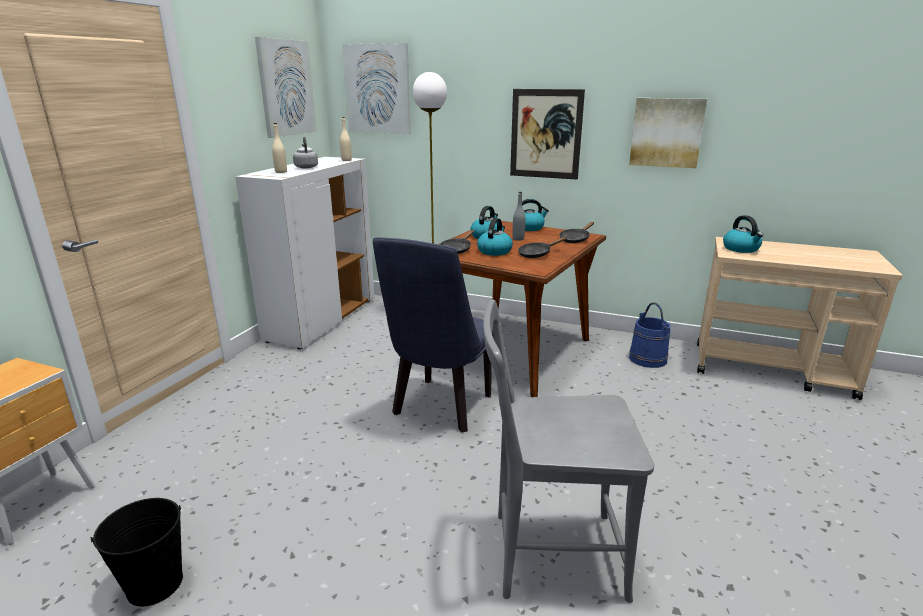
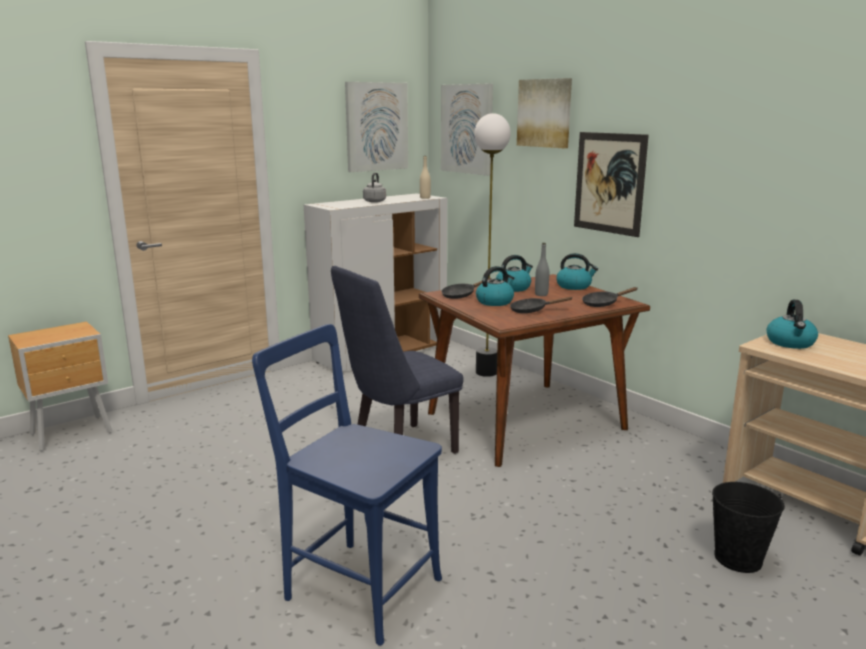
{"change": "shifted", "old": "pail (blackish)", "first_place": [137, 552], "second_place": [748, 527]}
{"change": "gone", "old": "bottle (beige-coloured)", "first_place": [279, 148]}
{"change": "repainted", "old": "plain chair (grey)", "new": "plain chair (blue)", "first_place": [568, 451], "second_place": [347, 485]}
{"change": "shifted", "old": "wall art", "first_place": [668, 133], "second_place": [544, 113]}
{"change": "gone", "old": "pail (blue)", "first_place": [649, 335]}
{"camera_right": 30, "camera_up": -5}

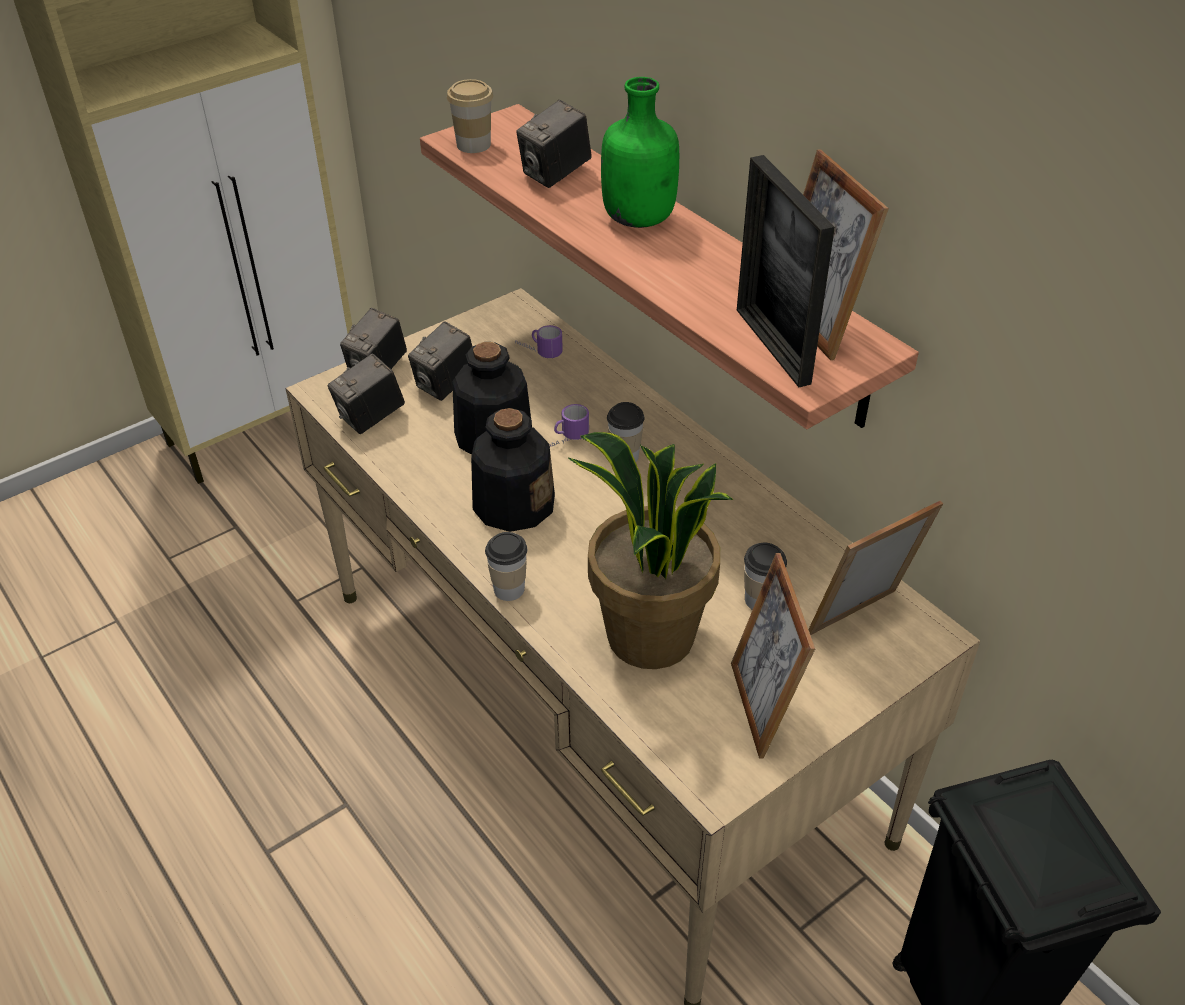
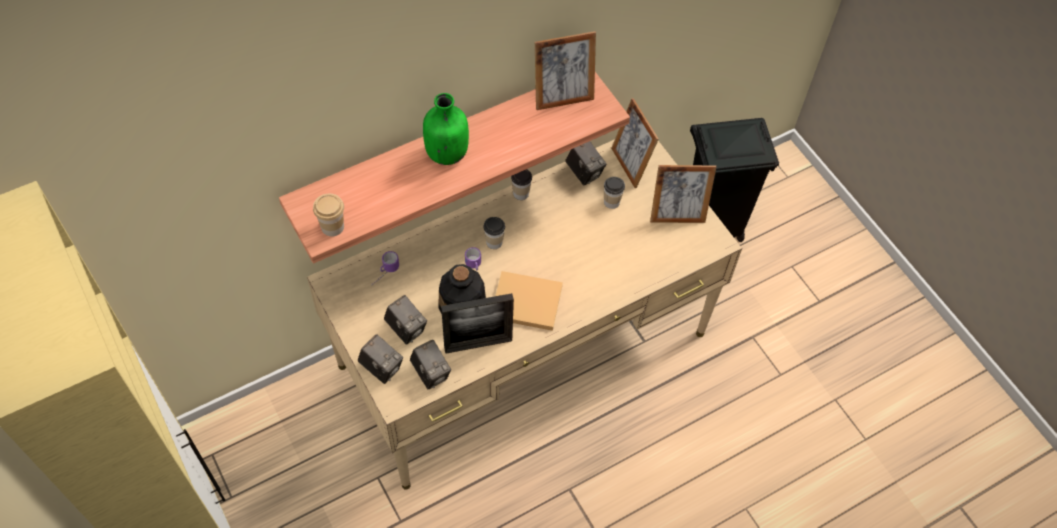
{"change": "swapped", "old": "bottle", "new": "book (beige-coloured)", "first_place": [513, 470], "second_place": [529, 301]}
{"change": "shifted", "old": "drinking cup", "first_place": [506, 566], "second_place": [521, 184]}
{"change": "shifted", "old": "photo camera", "first_place": [554, 144], "second_place": [586, 163]}
{"change": "gone", "old": "houseplant", "first_place": [650, 550]}
{"change": "shifted", "old": "standing frame", "first_place": [786, 271], "second_place": [477, 323]}
{"camera_right": -85, "camera_up": 15}

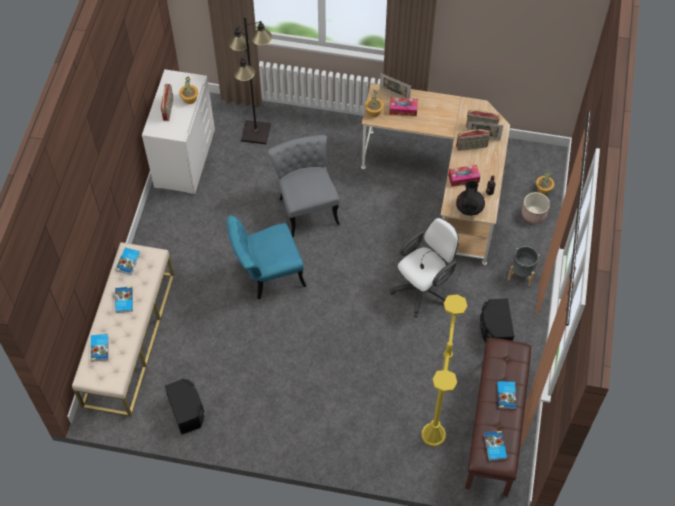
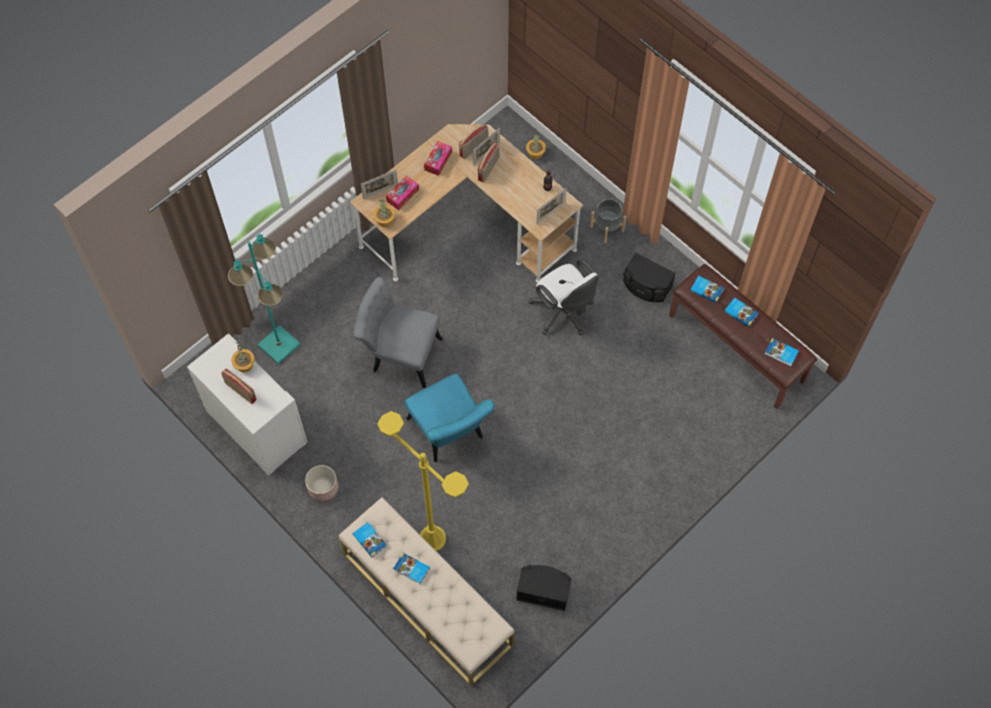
{"change": "shifted", "old": "book", "first_place": [100, 348], "second_place": [707, 289]}
{"change": "rotated", "old": "plain chair (turquoise)", "first_place": [266, 257], "second_place": [449, 417], "degrees": -45}
{"change": "repainted", "old": "standard lamp (blackish)", "new": "standard lamp (turquoise)", "first_place": [250, 80], "second_place": [264, 299]}
{"change": "rotated", "old": "computer chair (white-coloured)", "first_place": [424, 268], "second_place": [563, 297], "degrees": 150}
{"change": "shifted", "old": "standard lamp (yellow)", "first_place": [444, 371], "second_place": [423, 481]}
{"change": "shifted", "old": "tissue holder", "first_place": [464, 176], "second_place": [438, 158]}
{"change": "swapped", "old": "teapot (blackish)", "new": "standing frame", "first_place": [470, 198], "second_place": [551, 206]}
{"change": "shifted", "old": "plant pot", "first_place": [535, 208], "second_place": [321, 483]}
{"camera_right": -55, "camera_up": 5}

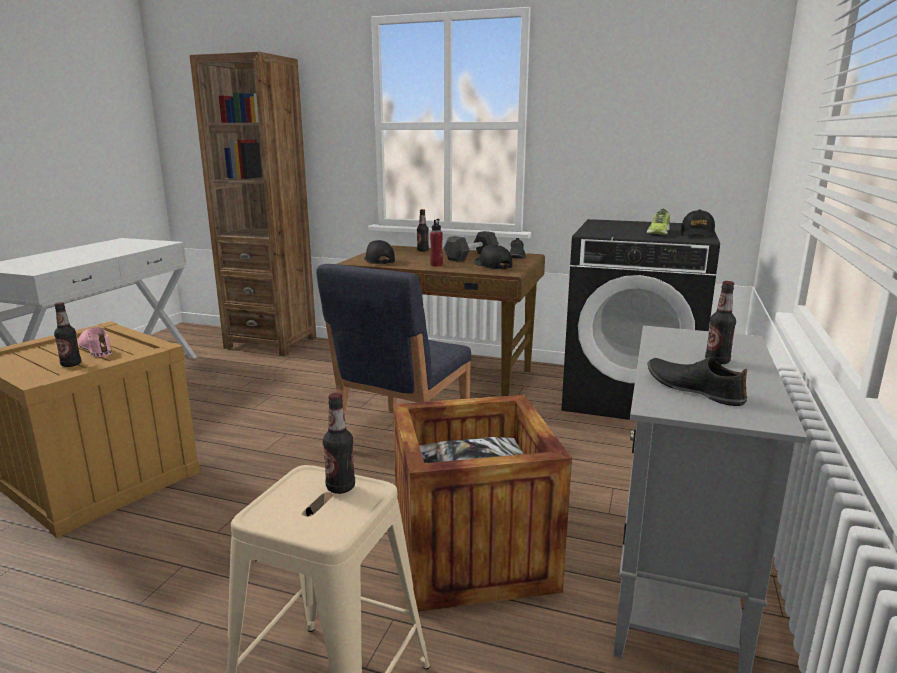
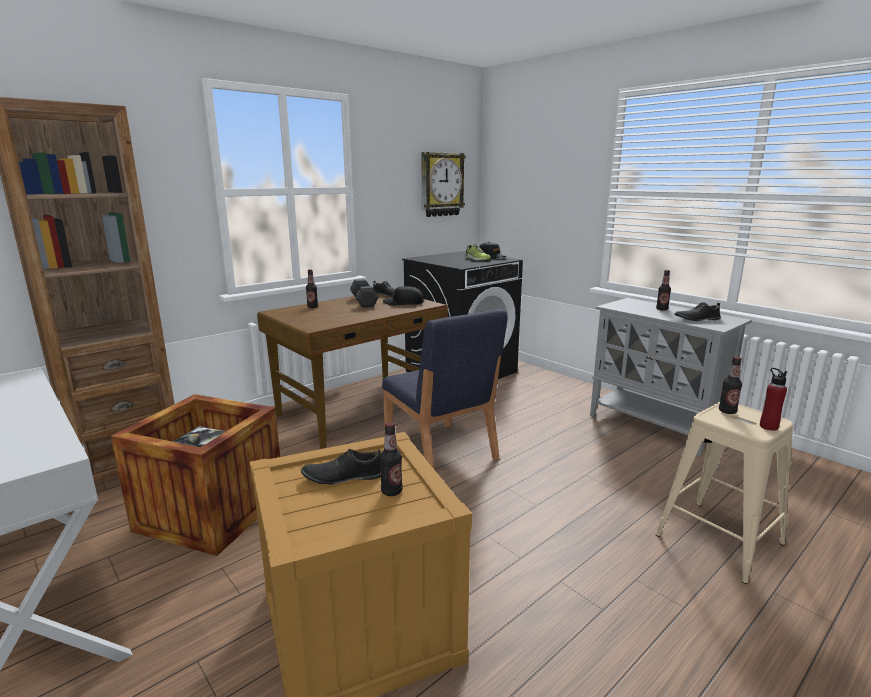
{"change": "repainted", "old": "item of footwear (pink-coloured)", "new": "item of footwear (blackish)", "first_place": [95, 342], "second_place": [341, 466]}
{"change": "gone", "old": "peaked cap (blackish)", "first_place": [379, 252]}
{"change": "shifted", "old": "shipping crate", "first_place": [482, 503], "second_place": [195, 475]}
{"change": "shifted", "old": "bottle (red-coloured)", "first_place": [436, 242], "second_place": [773, 399]}
{"change": "new", "new": "wall clock", "second_place": [443, 184]}
{"camera_right": -60, "camera_up": 0}

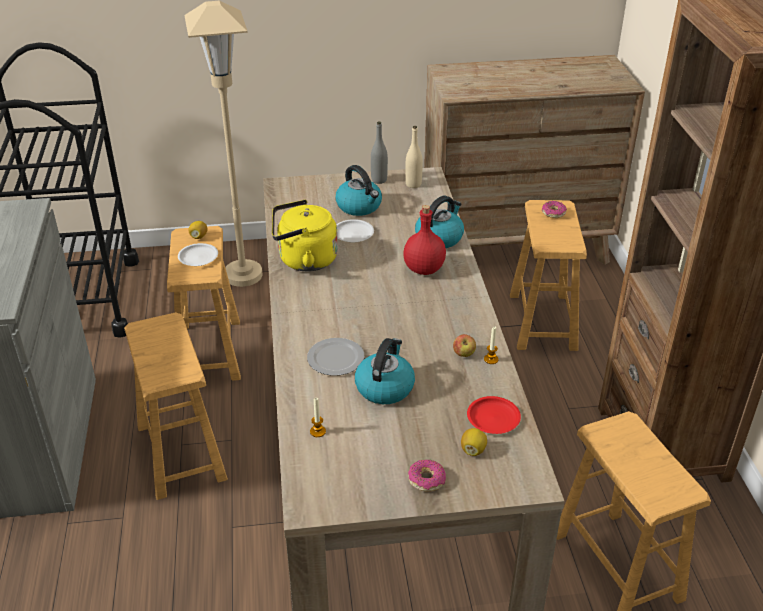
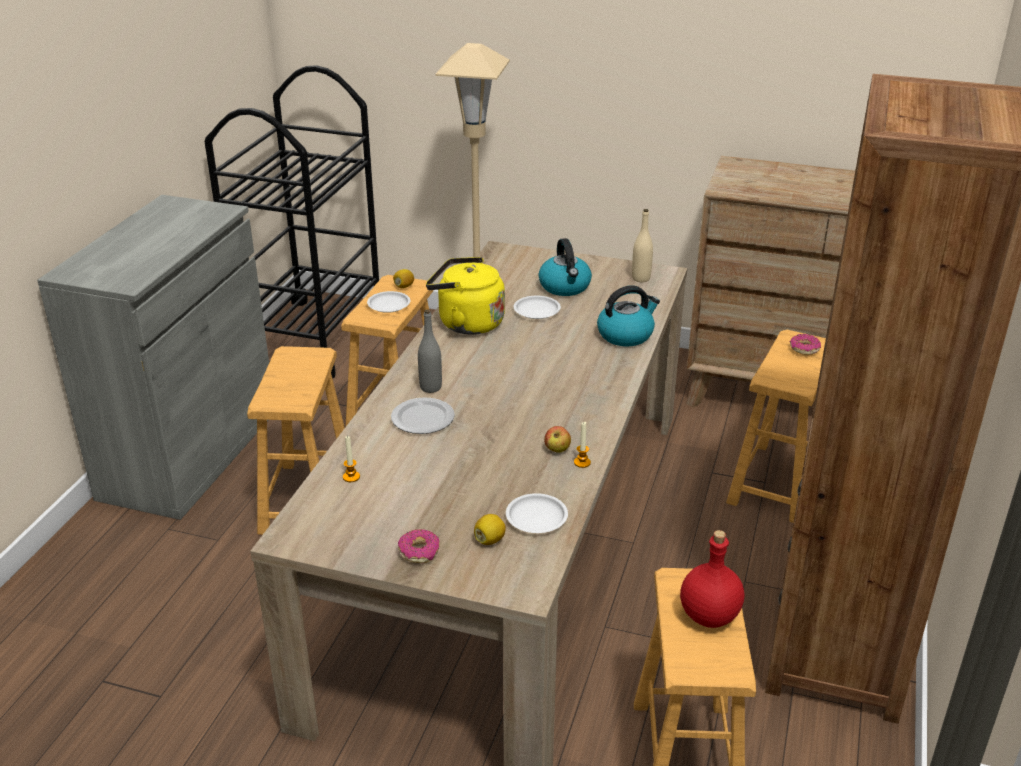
{"change": "gone", "old": "kettle", "first_place": [385, 371]}
{"change": "shifted", "old": "bottle (grey)", "first_place": [379, 153], "second_place": [430, 351]}
{"change": "shifted", "old": "bottle (red-coloured)", "first_place": [424, 240], "second_place": [712, 579]}
{"change": "repainted", "old": "flat dish (red-coloured)", "new": "flat dish (white-coloured)", "first_place": [494, 415], "second_place": [537, 513]}
{"camera_right": 25, "camera_up": -5}

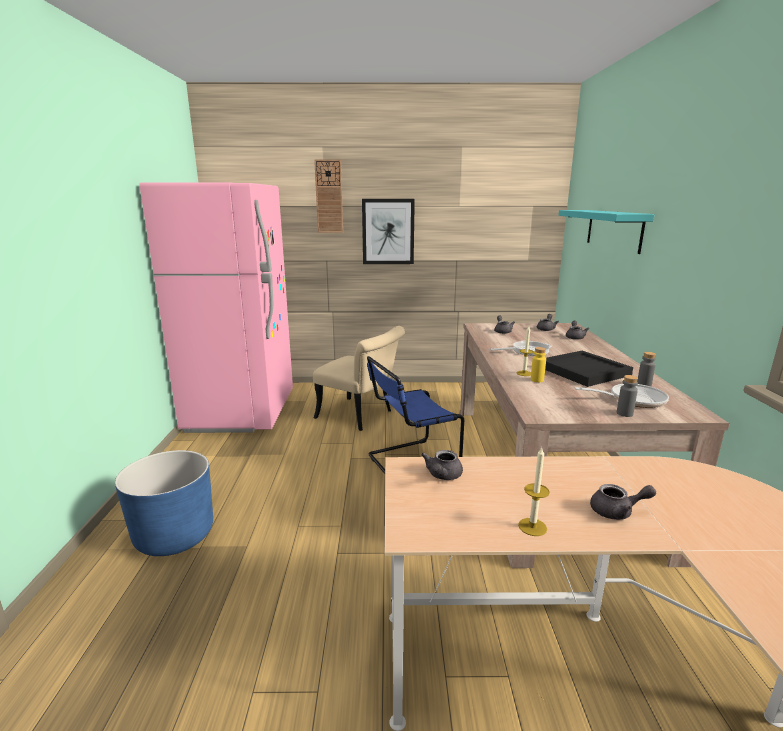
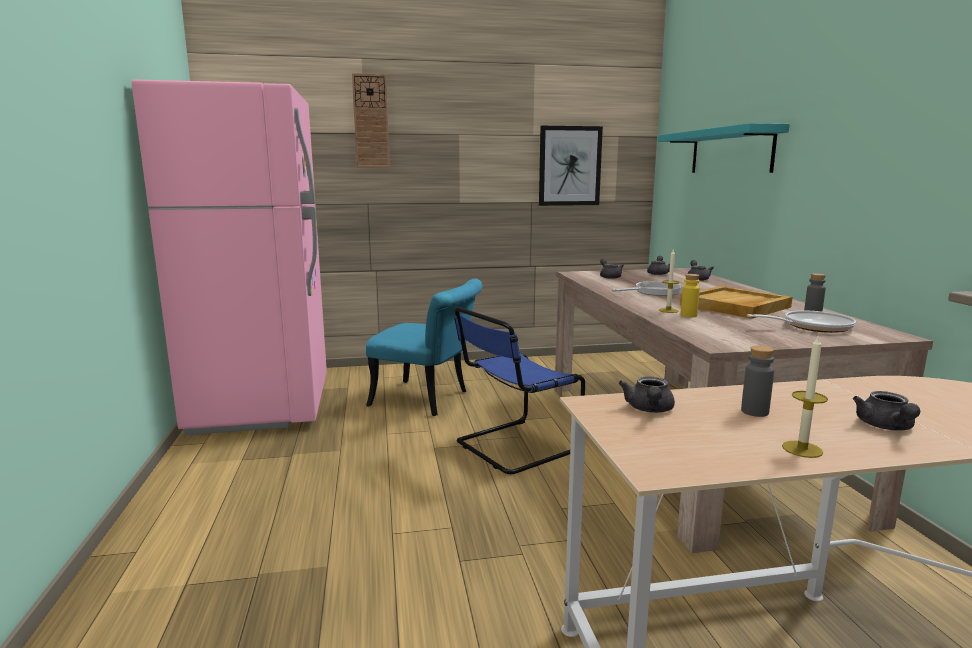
{"change": "gone", "old": "plant pot (blue)", "first_place": [164, 503]}
{"change": "repainted", "old": "plain chair (beige-coloured)", "new": "plain chair (turquoise)", "first_place": [358, 378], "second_place": [424, 347]}
{"change": "shifted", "old": "wall art", "first_place": [388, 231], "second_place": [571, 166]}
{"change": "repainted", "old": "carrying tray (blackish)", "new": "carrying tray (beige-coloured)", "first_place": [589, 369], "second_place": [736, 302]}
{"change": "rotated", "old": "teapot (grey)", "first_place": [623, 502], "second_place": [886, 411], "degrees": 105}
{"change": "shifted", "old": "bottle (grey)", "first_place": [627, 396], "second_place": [757, 381]}
{"camera_right": -10, "camera_up": -5}

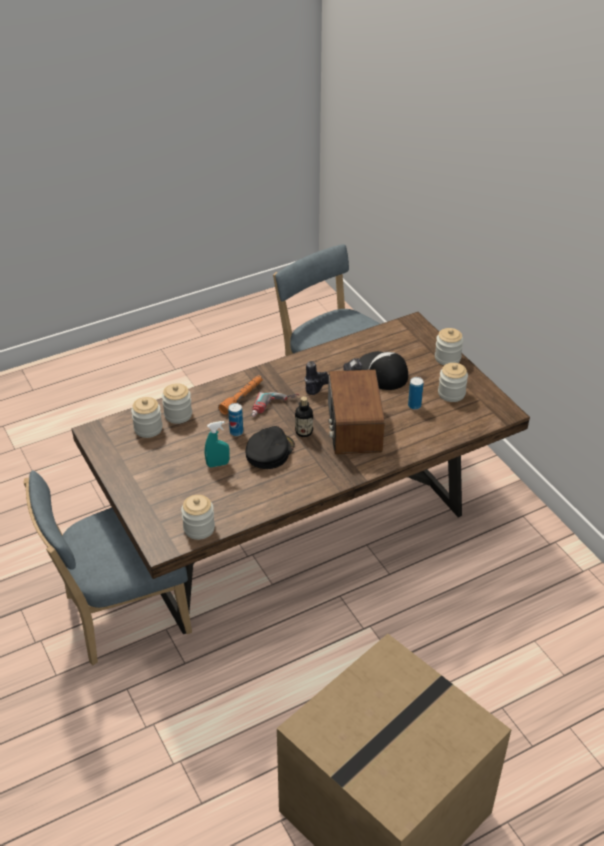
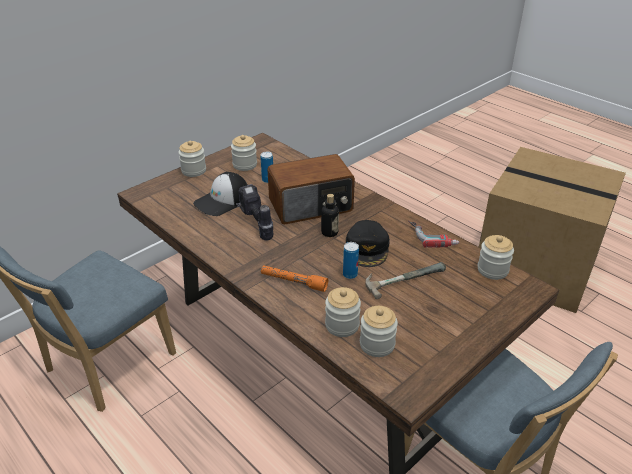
{"change": "swapped", "old": "hand sprayer (turquoise)", "new": "hammer", "first_place": [217, 444], "second_place": [405, 280]}
{"change": "rotated", "old": "peaked cap (blackish)", "first_place": [270, 447], "second_place": [368, 243], "degrees": -105}
{"change": "shifted", "old": "drill", "first_place": [275, 404], "second_place": [433, 234]}
{"camera_right": -105, "camera_up": -5}

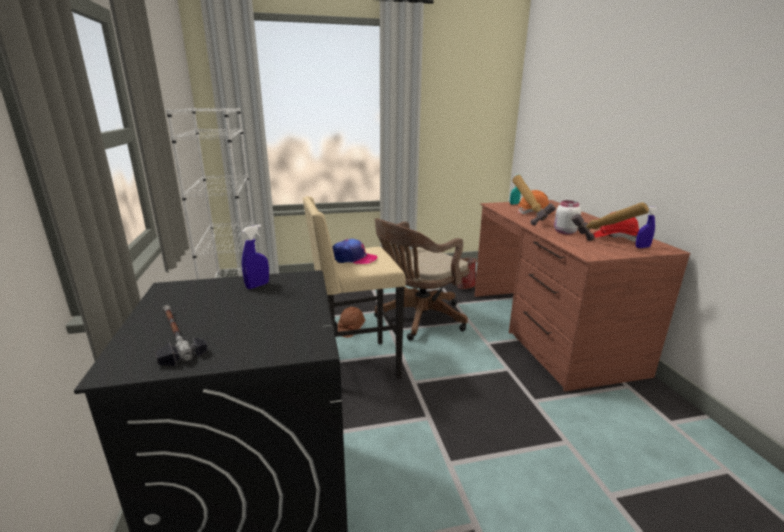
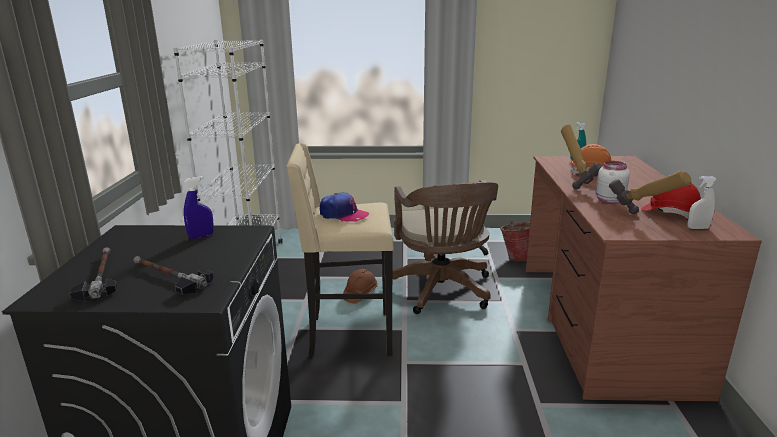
{"change": "rotated", "old": "computer chair (brown-coloured)", "first_place": [422, 279], "second_place": [445, 247], "degrees": -75}
{"change": "repainted", "old": "hand sprayer (blue)", "new": "hand sprayer (white-coloured)", "first_place": [647, 227], "second_place": [702, 202]}
{"change": "new", "new": "hammer", "second_place": [173, 275]}
{"camera_right": 15, "camera_up": 0}

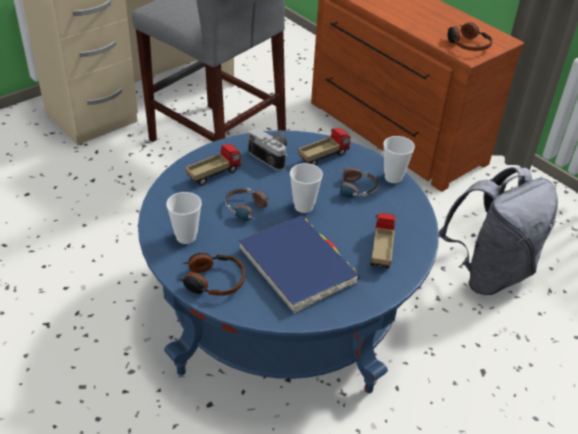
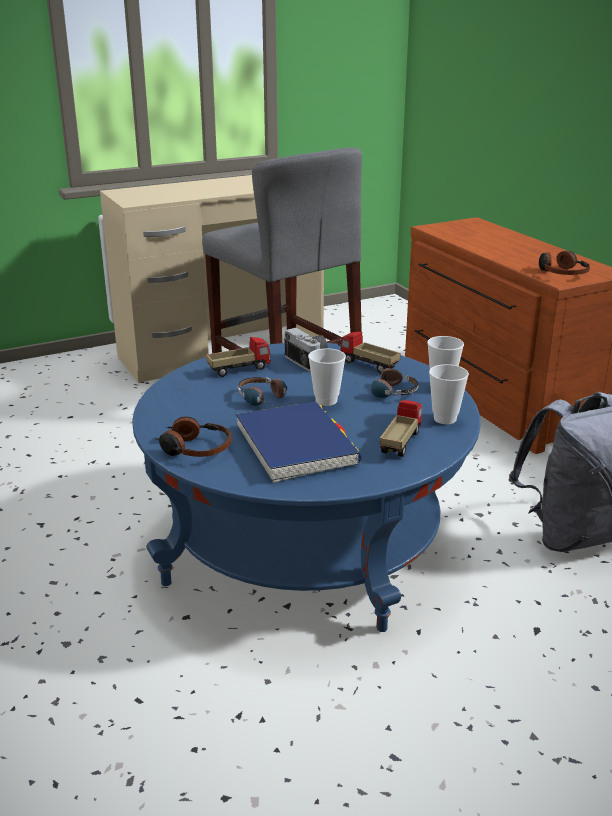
{"change": "shifted", "old": "drinking cup", "first_place": [184, 218], "second_place": [449, 394]}
{"change": "rotated", "old": "model truck", "first_place": [324, 146], "second_place": [369, 353], "degrees": -120}
{"camera_right": 15, "camera_up": -15}

